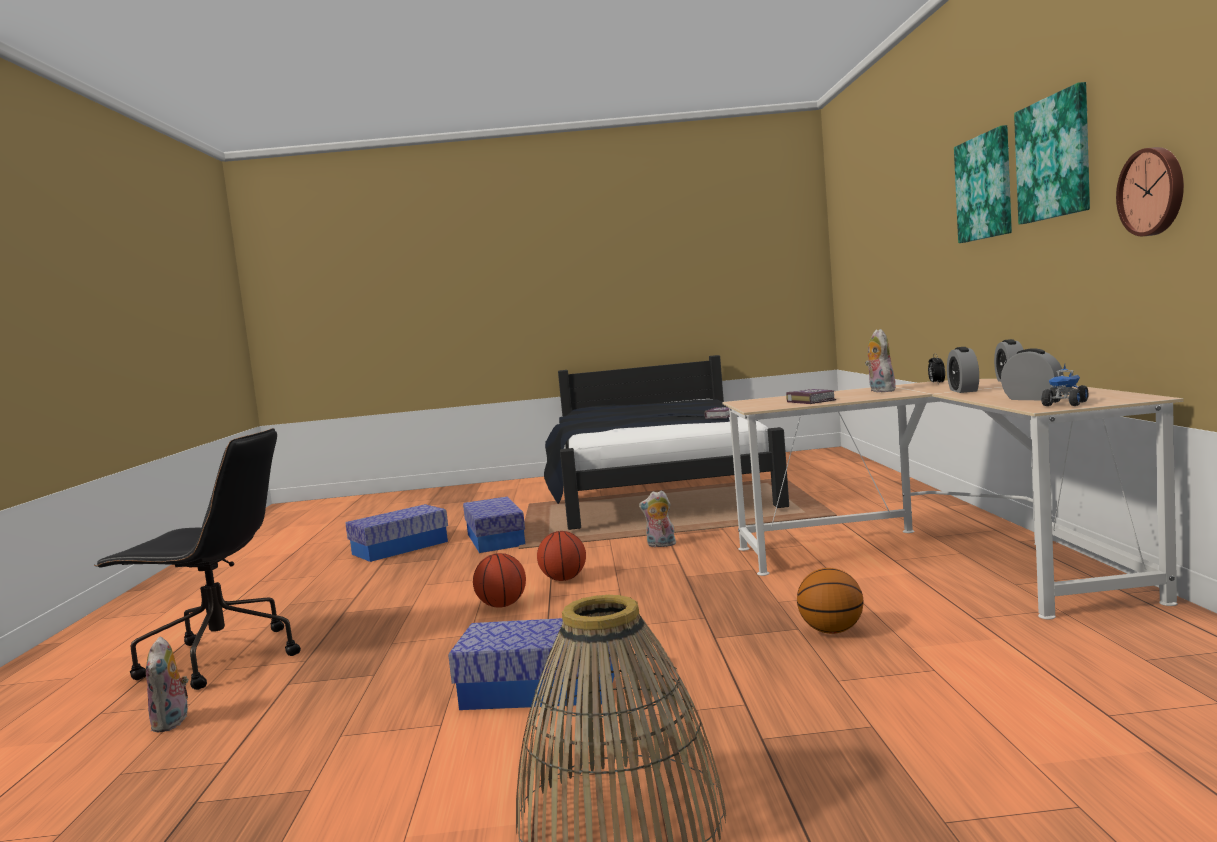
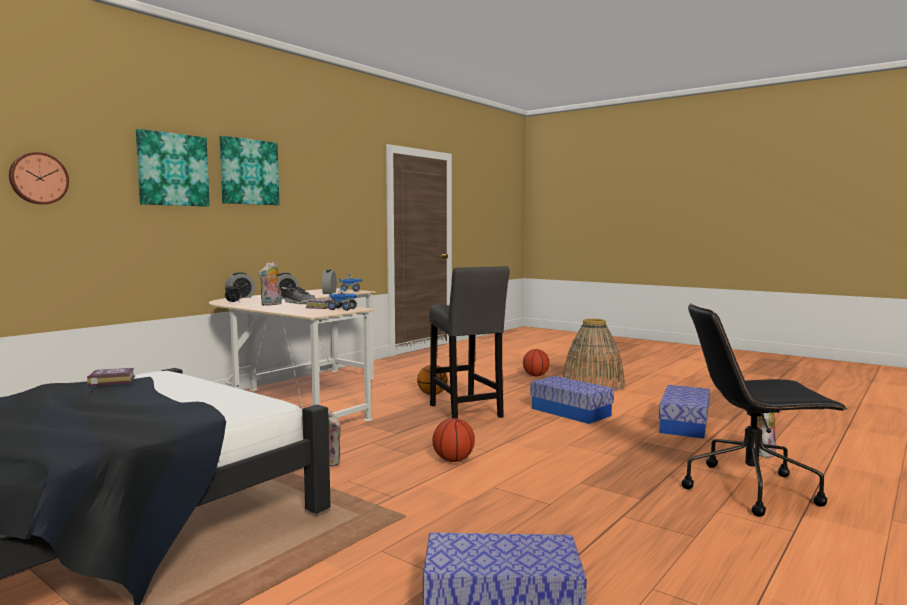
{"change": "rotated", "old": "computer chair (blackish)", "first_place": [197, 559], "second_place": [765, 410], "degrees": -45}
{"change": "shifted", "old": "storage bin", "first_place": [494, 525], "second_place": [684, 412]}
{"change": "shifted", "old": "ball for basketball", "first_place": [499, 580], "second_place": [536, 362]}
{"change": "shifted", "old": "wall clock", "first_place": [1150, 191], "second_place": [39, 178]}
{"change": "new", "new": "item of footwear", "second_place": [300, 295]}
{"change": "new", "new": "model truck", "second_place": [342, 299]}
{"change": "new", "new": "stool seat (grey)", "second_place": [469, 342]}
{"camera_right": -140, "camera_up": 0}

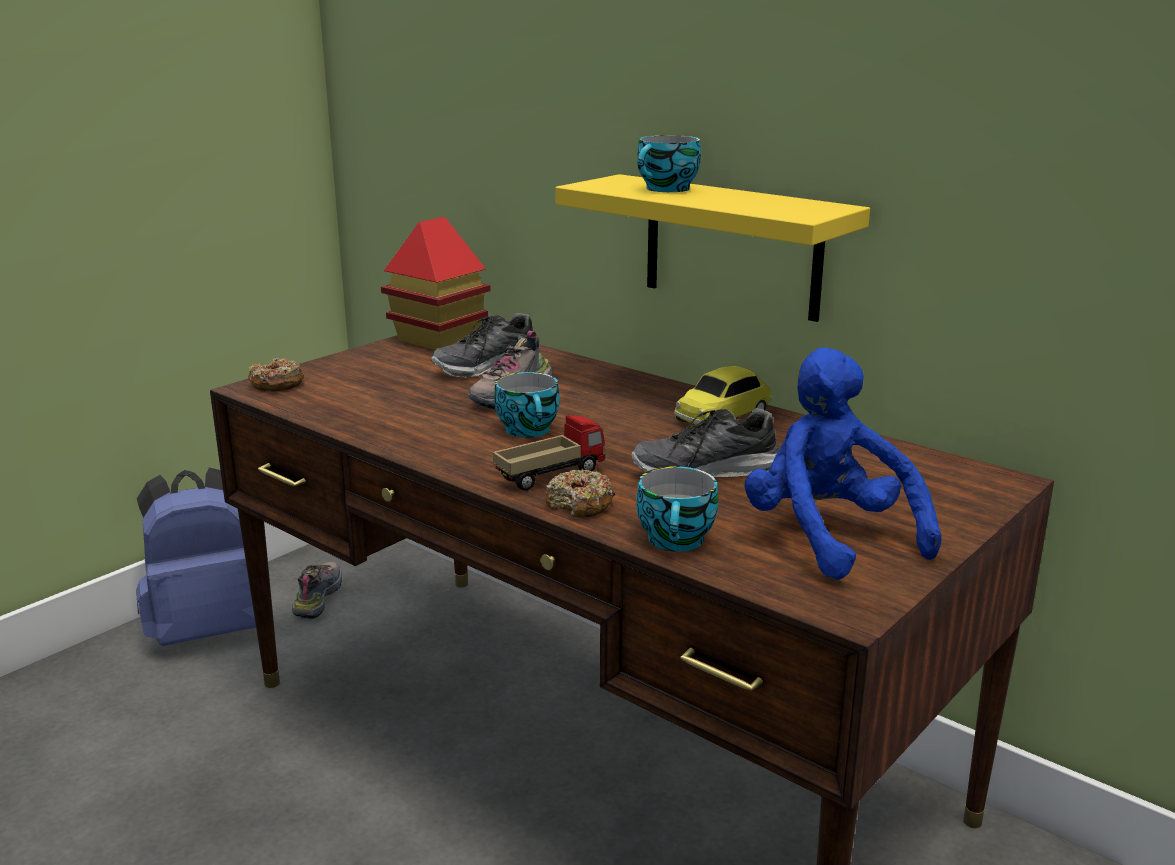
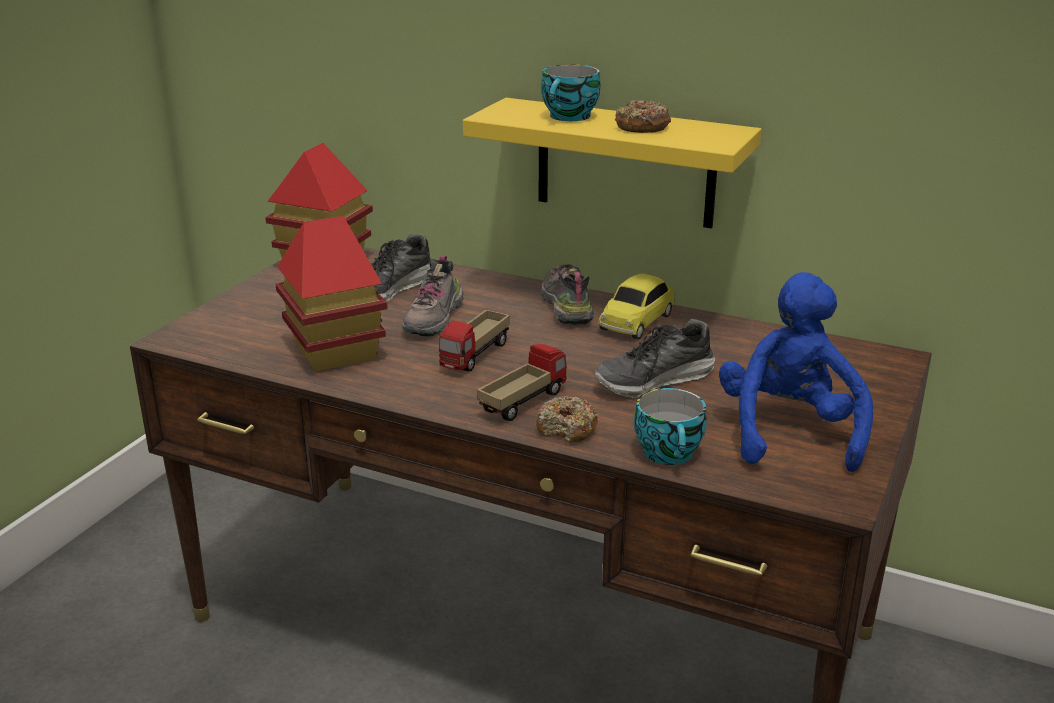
{"change": "gone", "old": "backpack (blue)", "first_place": [196, 557]}
{"change": "shifted", "old": "ring doughnut", "first_place": [276, 374], "second_place": [643, 116]}
{"change": "shifted", "old": "item of footwear", "first_place": [317, 590], "second_place": [567, 294]}
{"change": "swapped", "old": "drinking cup", "new": "model truck", "first_place": [527, 405], "second_place": [474, 341]}
{"change": "rotated", "old": "plush toy (blue)", "first_place": [843, 464], "second_place": [796, 372], "degrees": 45}
{"change": "new", "new": "miniature house", "second_place": [332, 294]}
{"camera_right": -15, "camera_up": 5}

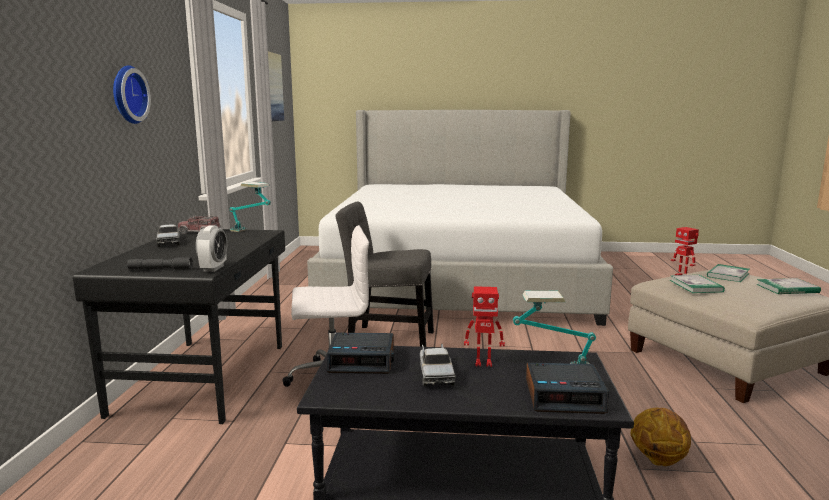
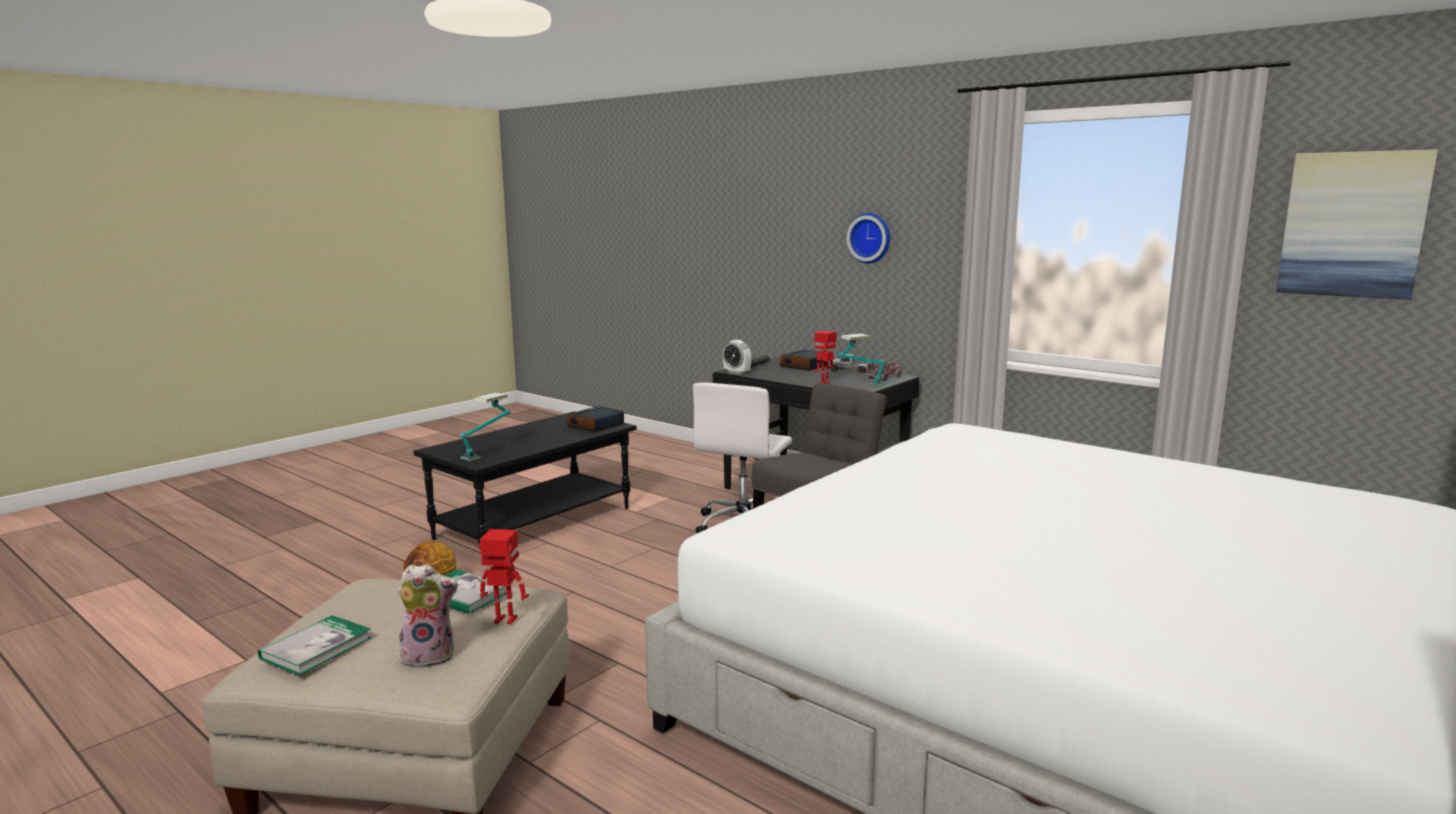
{"change": "gone", "old": "model truck", "first_place": [438, 365]}
{"change": "shifted", "old": "robot figure", "first_place": [484, 326], "second_place": [825, 357]}
{"change": "shifted", "old": "bedside clock", "first_place": [567, 388], "second_place": [804, 360]}
{"change": "swapped", "old": "book", "new": "plush toy", "first_place": [728, 273], "second_place": [428, 616]}
{"camera_right": 125, "camera_up": 0}

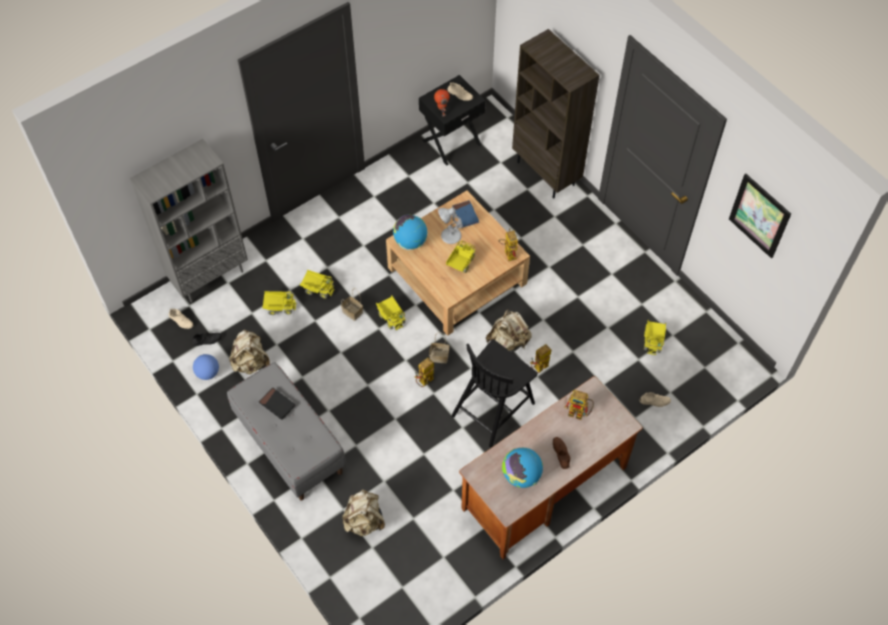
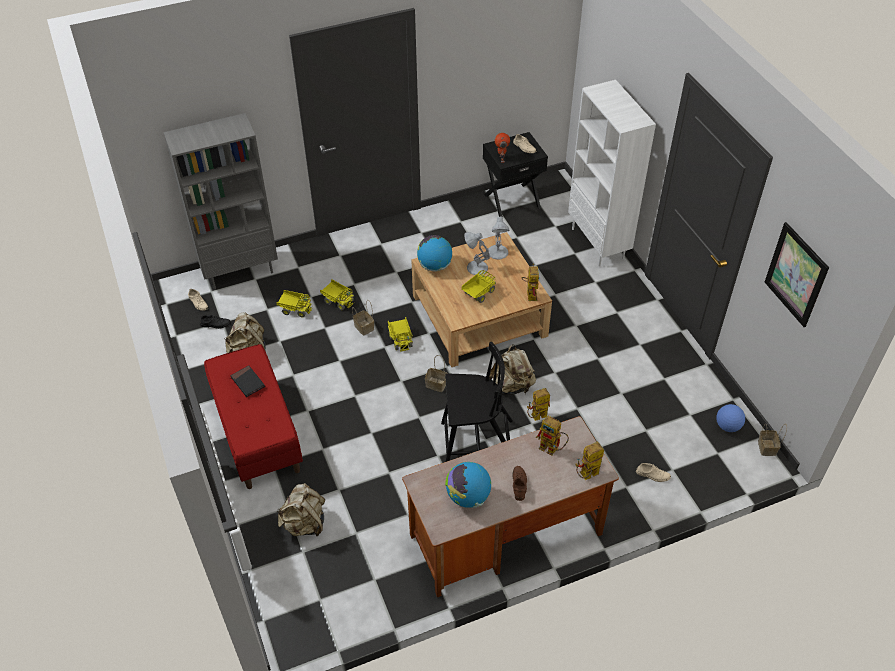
{"change": "shifted", "old": "football", "first_place": [206, 367], "second_place": [730, 418]}
{"change": "repainted", "old": "indoor bench (grey)", "new": "indoor bench (red-coloured)", "first_place": [286, 431], "second_place": [253, 416]}
{"change": "shifted", "old": "robot figure", "first_place": [424, 372], "second_place": [590, 461]}
{"change": "rotated", "old": "plain chair (blackish)", "first_place": [494, 393], "second_place": [477, 402], "degrees": -150}
{"change": "swapped", "old": "book (blue)", "new": "tabletop lamp (white-coloured)", "first_place": [465, 214], "second_place": [498, 238]}
{"change": "repainted", "old": "bookcase (brown-coloured)", "new": "bookcase (white-coloured)", "first_place": [555, 114], "second_place": [612, 173]}
{"change": "gone", "old": "model truck", "first_place": [655, 337]}
{"change": "new", "new": "household basket", "second_place": [772, 439]}
{"camera_right": 15, "camera_up": -10}

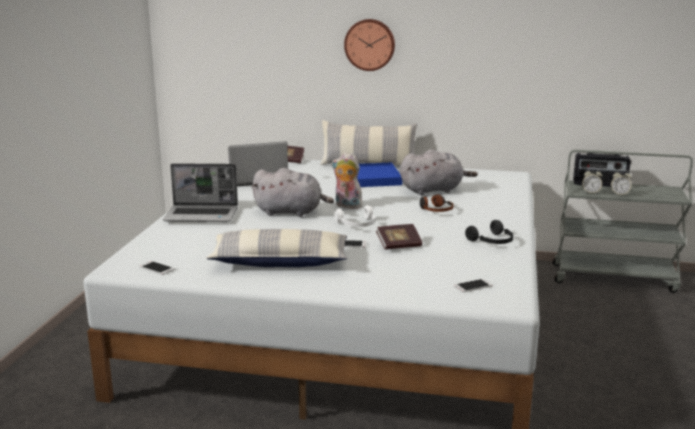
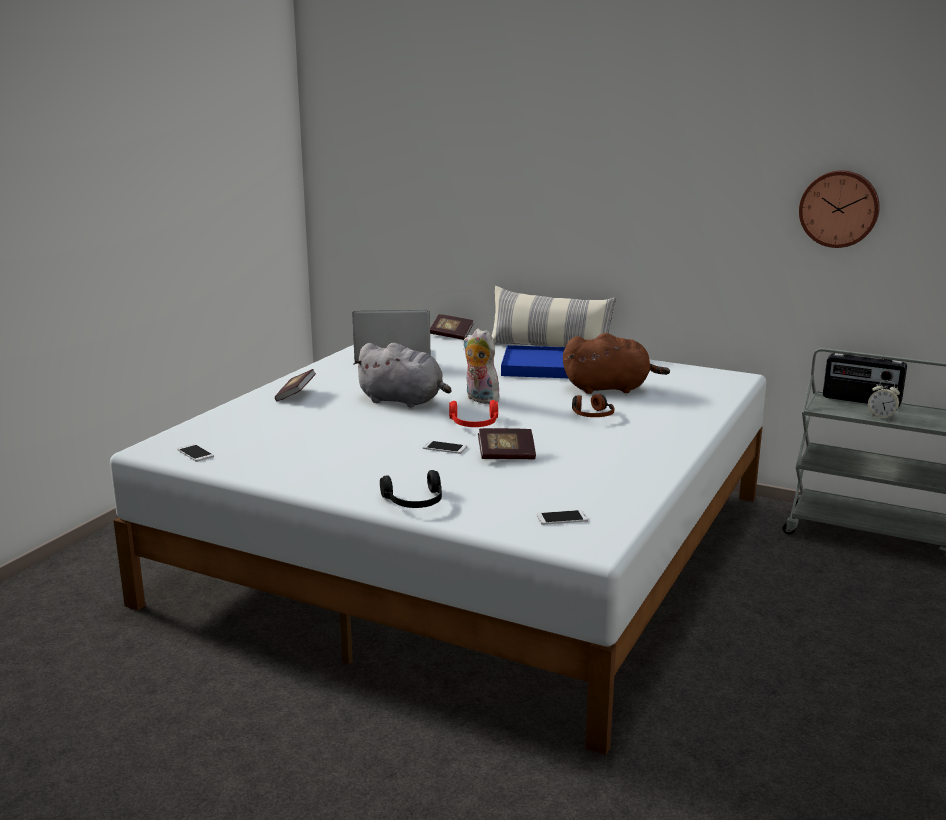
{"change": "swapped", "old": "notebook computer", "new": "book", "first_place": [200, 192], "second_place": [295, 385]}
{"change": "gone", "old": "throw pillow", "first_place": [277, 248]}
{"change": "repainted", "old": "pair of headphones (white-coloured)", "new": "pair of headphones (red-coloured)", "first_place": [354, 216], "second_place": [473, 413]}
{"change": "shifted", "old": "wall clock", "first_place": [369, 45], "second_place": [839, 209]}
{"change": "repainted", "old": "plush toy (grey)", "new": "plush toy (brown-coloured)", "first_place": [439, 172], "second_place": [616, 363]}
{"change": "shifted", "old": "pair of headphones (blackish)", "first_place": [489, 232], "second_place": [411, 489]}
{"change": "gone", "old": "bedside clock", "first_place": [592, 180]}
{"camera_right": 15, "camera_up": 0}

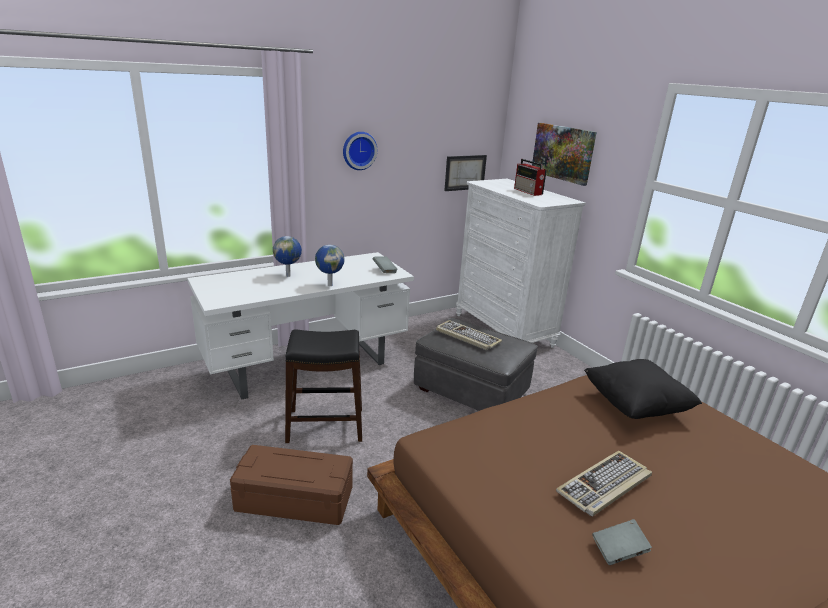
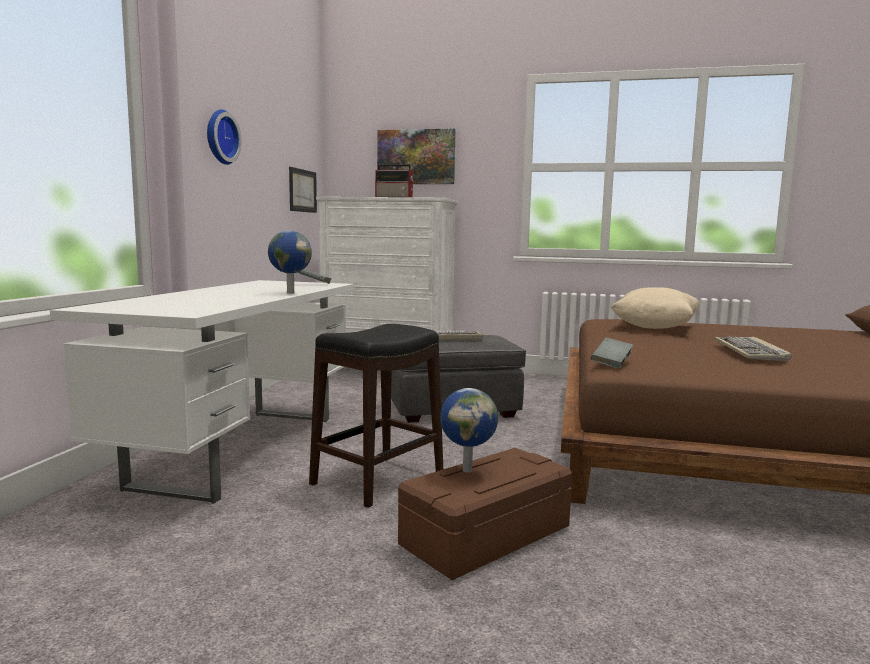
{"change": "shifted", "old": "world globe", "first_place": [287, 256], "second_place": [469, 430]}
{"change": "repainted", "old": "throw pillow (blackish)", "new": "throw pillow (beige-coloured)", "first_place": [643, 389], "second_place": [655, 308]}
{"change": "shifted", "old": "book (grey)", "first_place": [622, 542], "second_place": [612, 353]}
{"camera_right": -45, "camera_up": -15}

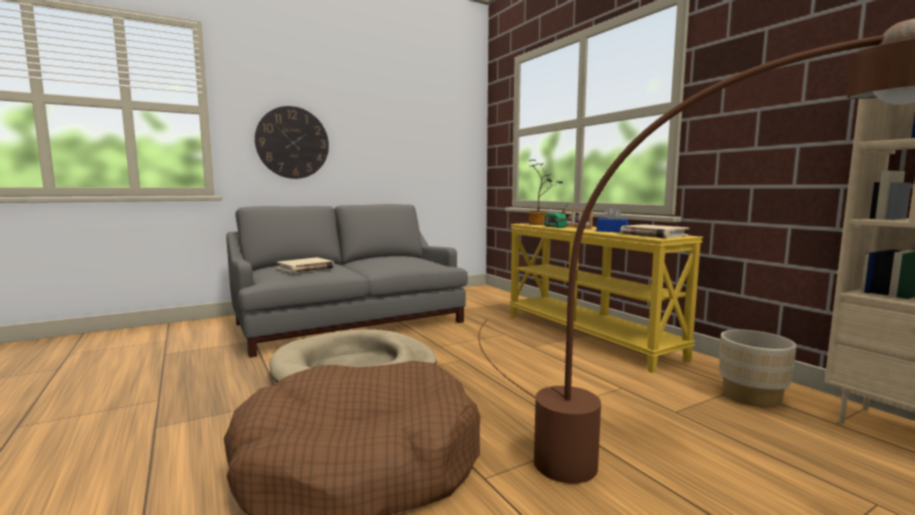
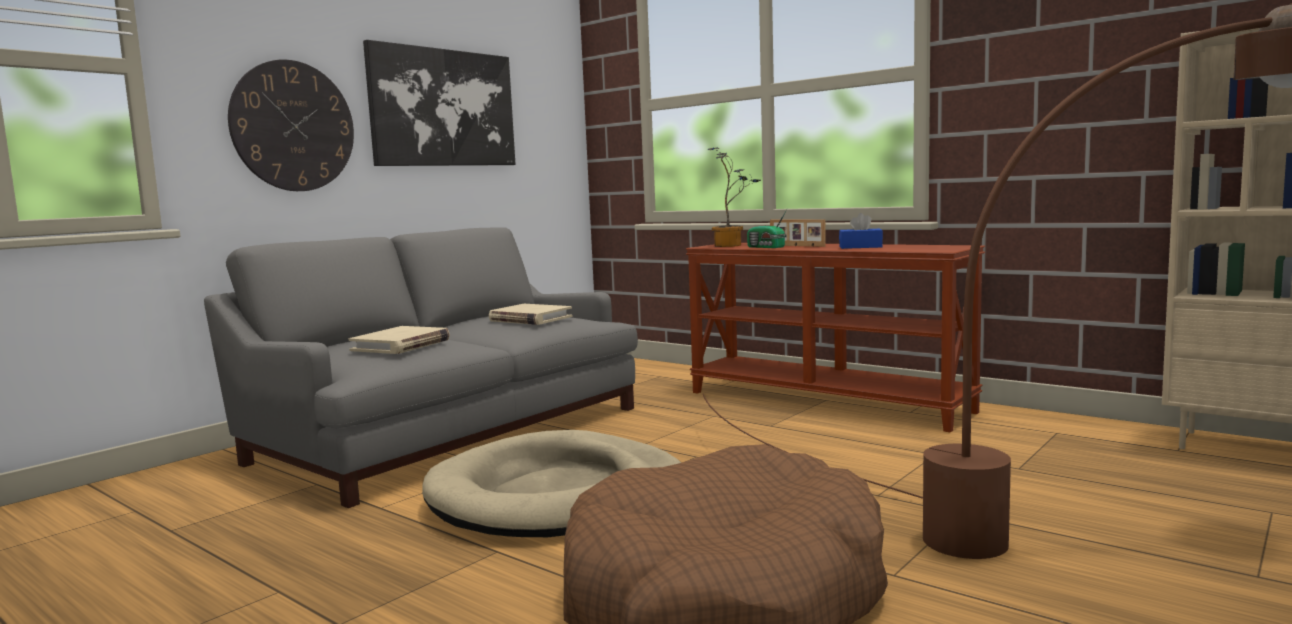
{"change": "repainted", "old": "narrow table (yellow)", "new": "narrow table (brown-coloured)", "first_place": [606, 298], "second_place": [835, 337]}
{"change": "shifted", "old": "book (beige-coloured)", "first_place": [654, 231], "second_place": [530, 314]}
{"change": "gone", "old": "plant pot (beige-coloured)", "first_place": [758, 368]}
{"change": "new", "new": "wall art", "second_place": [439, 103]}
{"camera_right": -20, "camera_up": 0}

